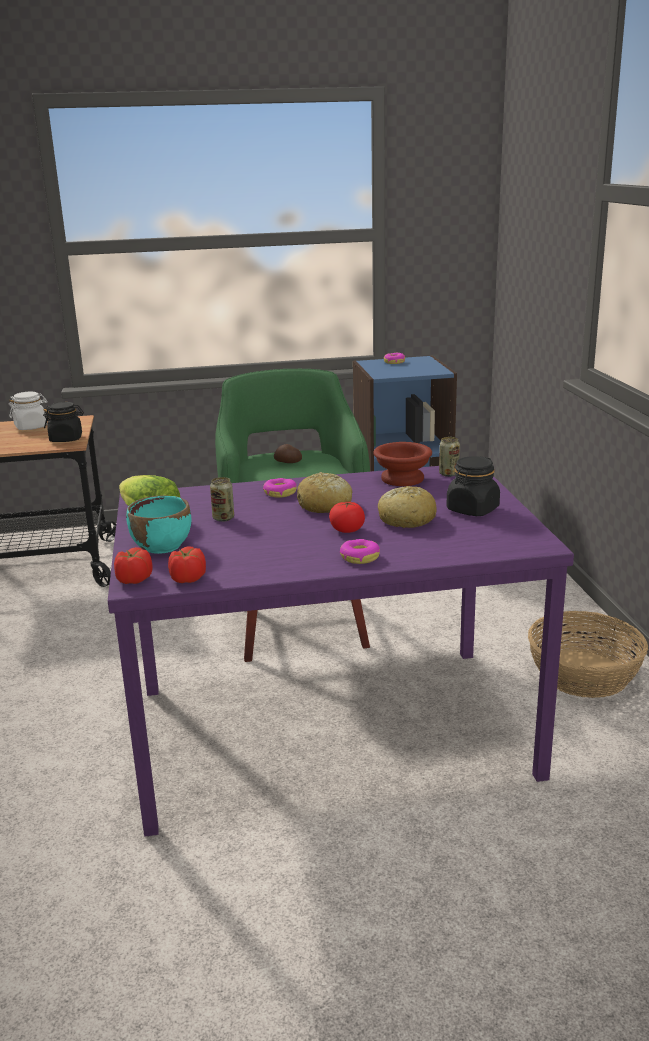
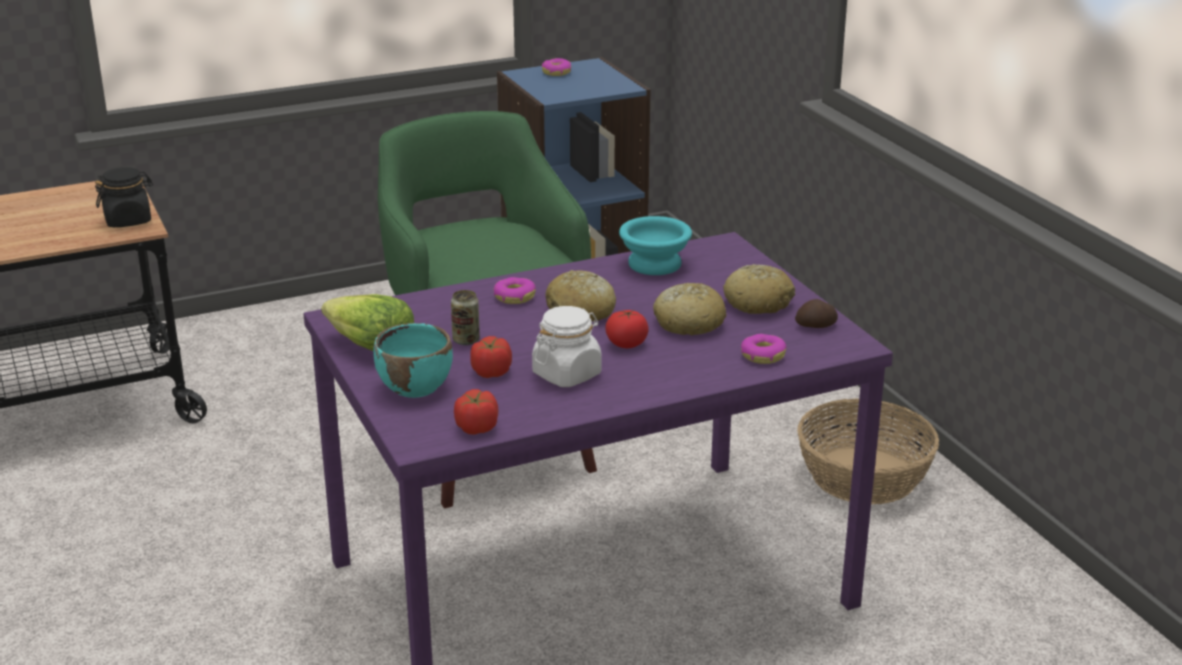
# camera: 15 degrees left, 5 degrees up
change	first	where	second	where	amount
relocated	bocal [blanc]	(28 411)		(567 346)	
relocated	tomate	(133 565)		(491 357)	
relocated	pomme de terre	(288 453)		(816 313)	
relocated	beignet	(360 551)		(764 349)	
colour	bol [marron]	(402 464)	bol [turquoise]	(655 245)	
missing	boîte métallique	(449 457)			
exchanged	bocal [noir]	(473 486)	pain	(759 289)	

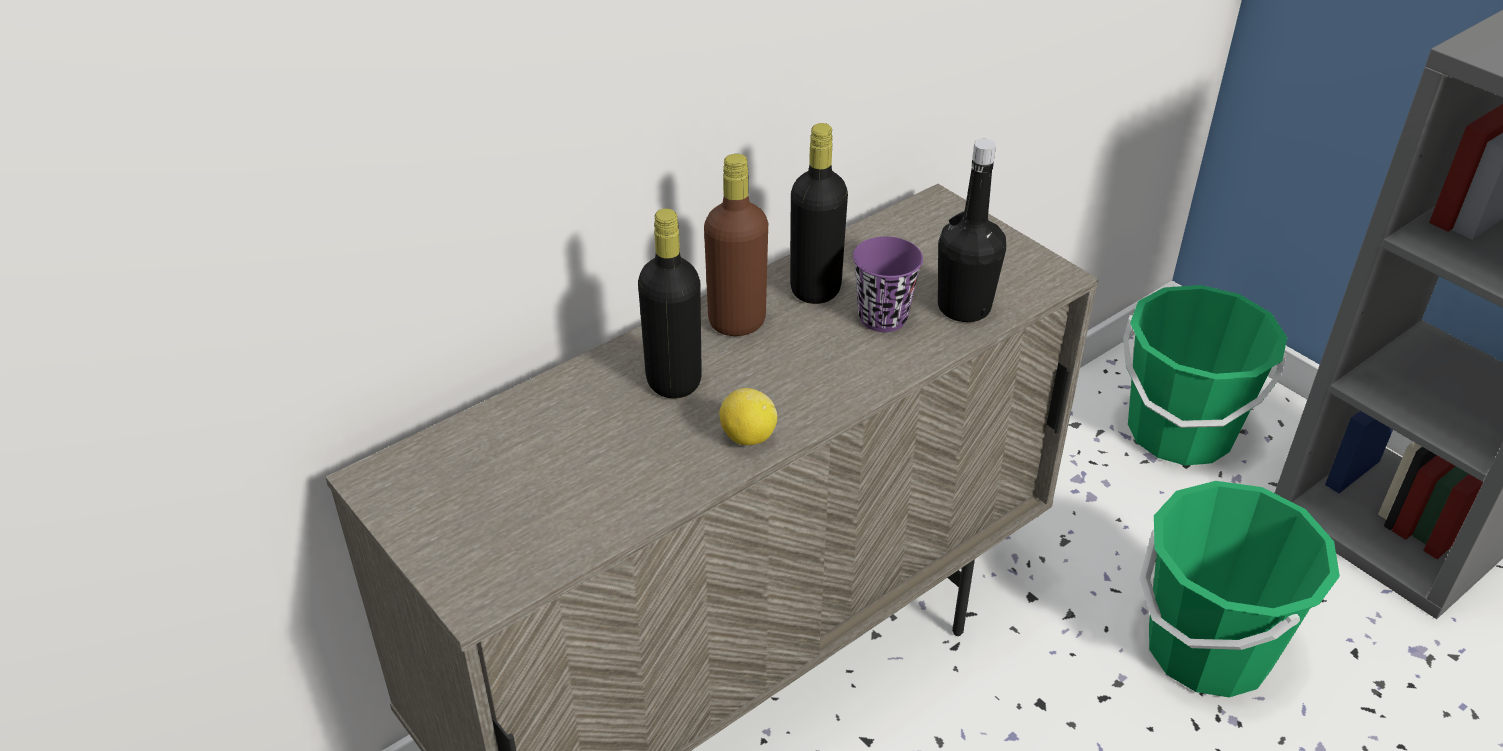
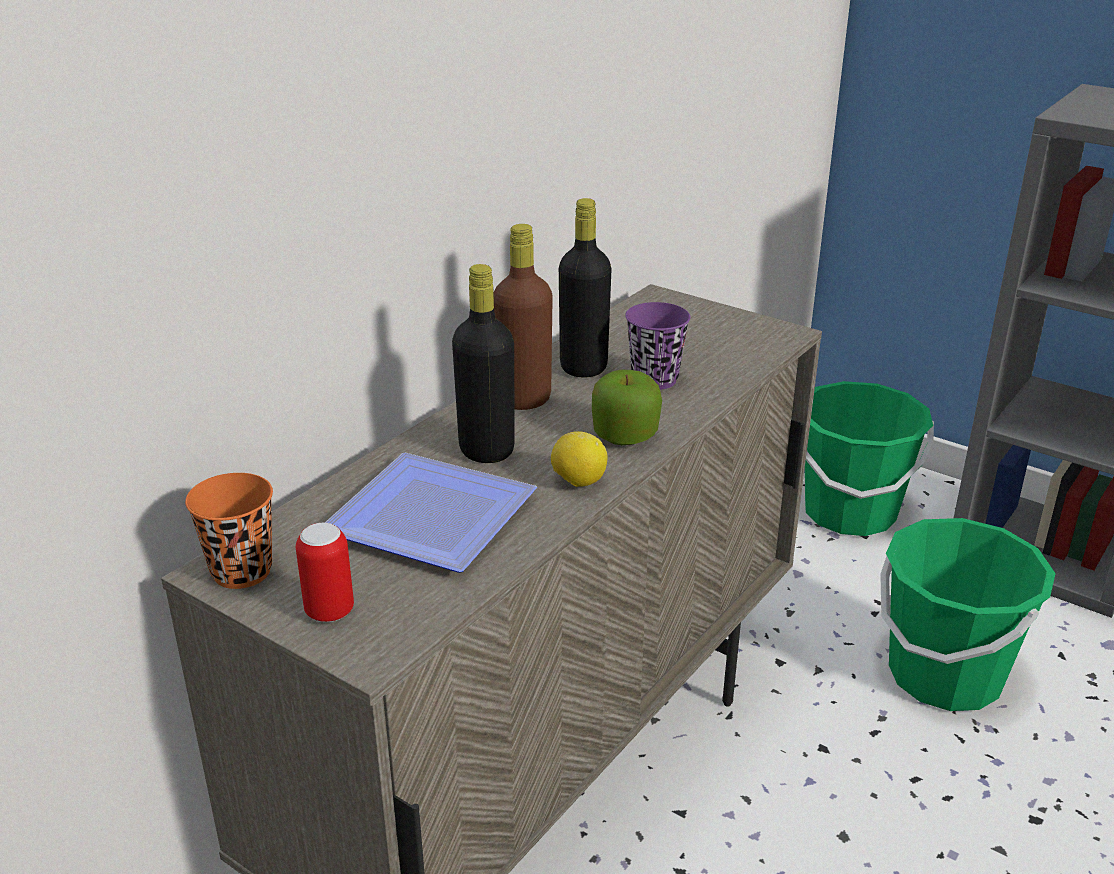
# camera: 15 degrees left, 10 degrees down
change	first	where	second	where	amount
missing	bouteille [noir]	(972 230)			
appeared			tasse [orange]	(229 531)	
appeared			boîte métallique	(325 572)	
appeared			assiette	(431 513)	
appeared			pomme	(627 407)	

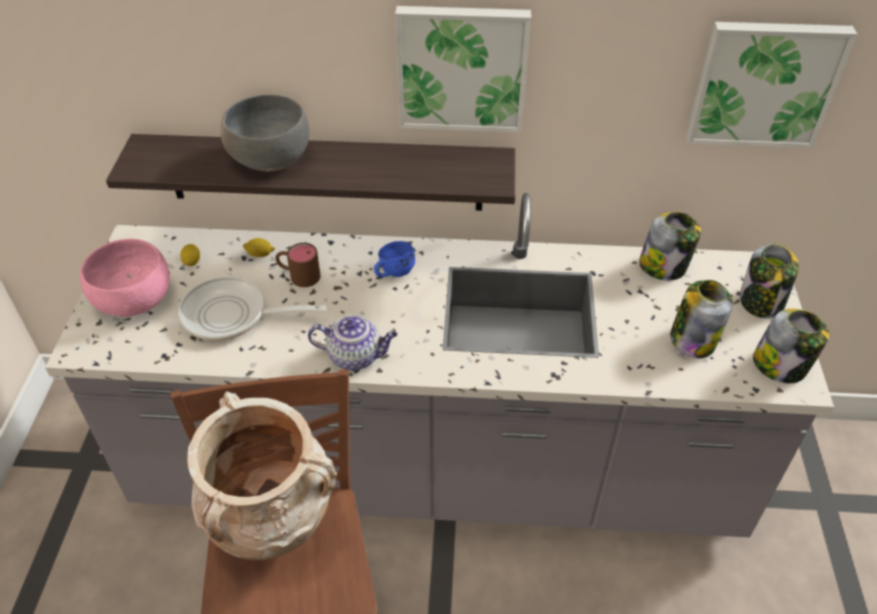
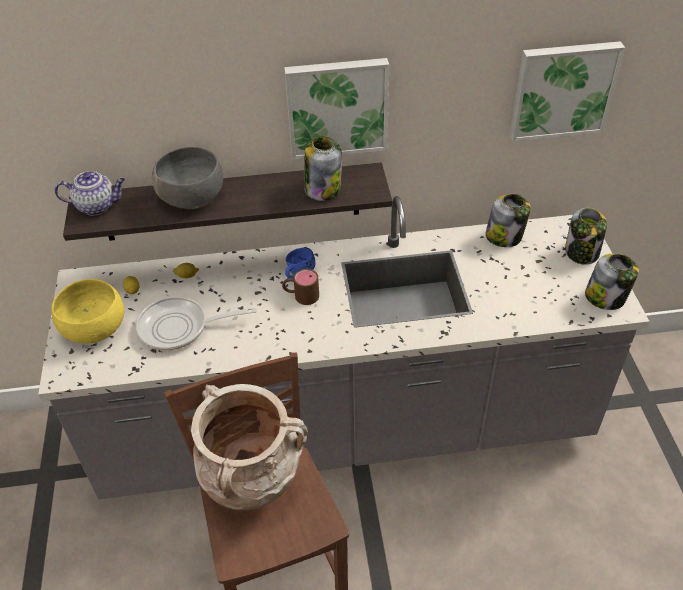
# camera: 10 degrees left, 0 degrees up
change	first	where	second	where	amount
colour	bol [rose]	(125 278)	bol [jaune]	(87 311)	
relocated	mug [marron]	(298 265)		(300 287)	
relocated	théière	(353 342)		(90 193)	
relocated	bocal	(701 319)		(323 169)	

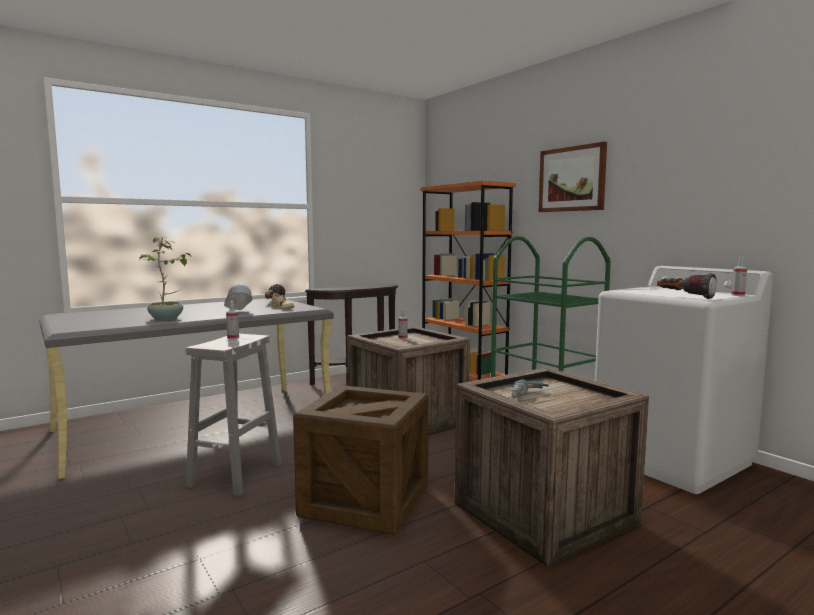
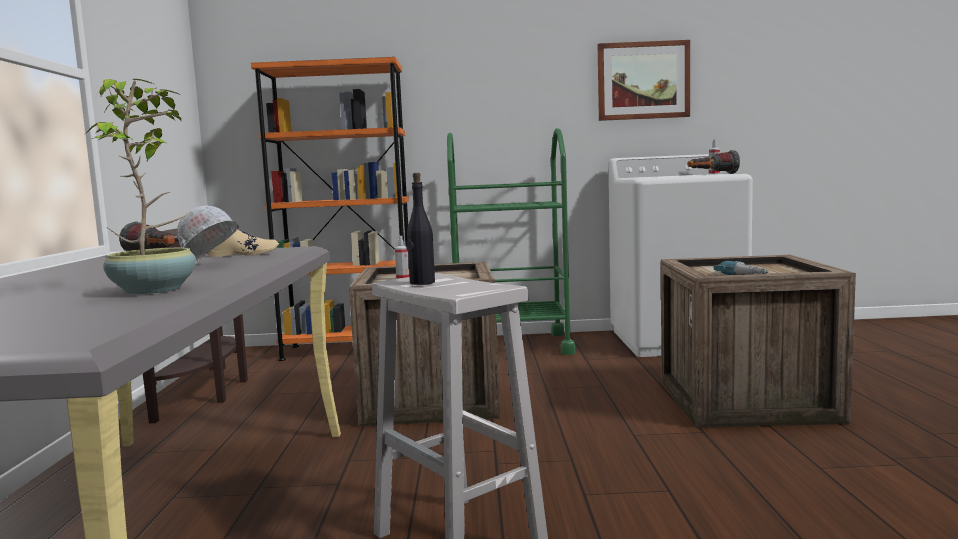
# camera: 55 degrees left, 0 degrees up
change	first	where	second	where	amount
exchanged	vaporisateur	(232 320)	bouteille [noir]	(421 229)	
missing	caisse	(361 460)			
relocated	tableau	(573 177)		(644 80)	

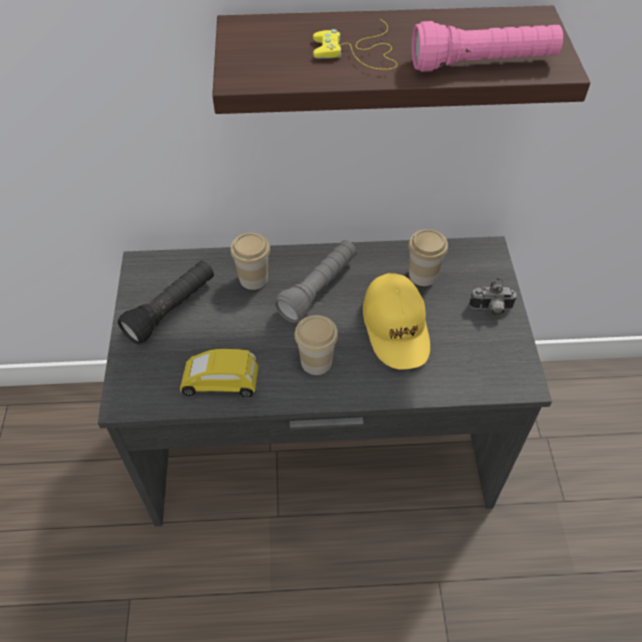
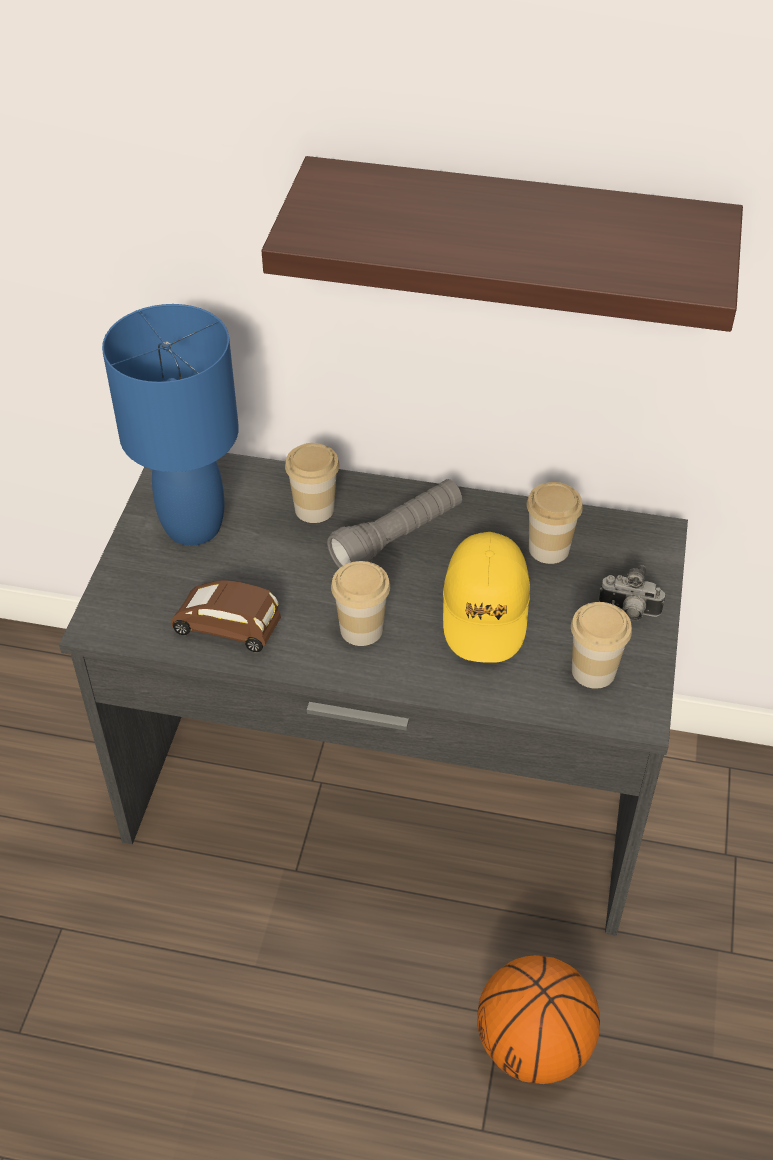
# camera: 15 degrees right, 5 degrees down
change	first	where	second	where	amount
exchanged	lampe de poche [noir]	(165 302)	lampe de table [bleu]	(170 425)	
colour	petite voiture [jaune]	(219 372)	petite voiture [marron]	(226 616)	
missing	manette [jaune]	(355 44)			
missing	lampe de poche [rose]	(487 46)			
appeared			ballon de basket	(538 1019)	
appeared			tasse	(601 645)	

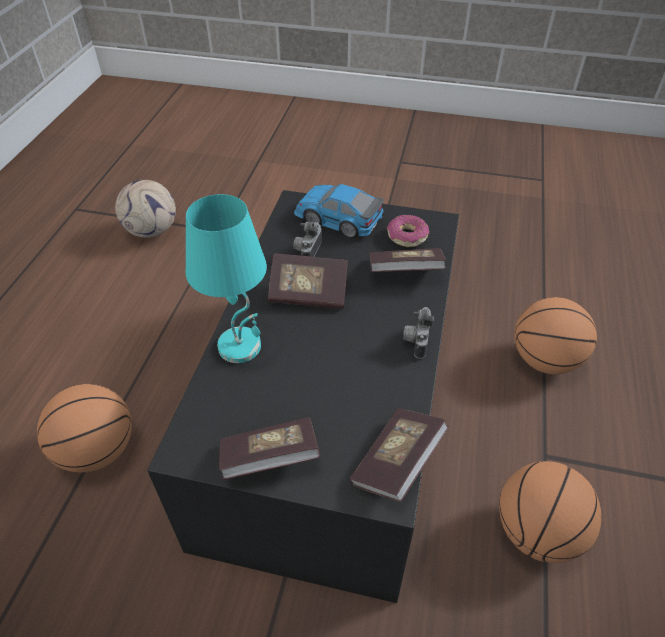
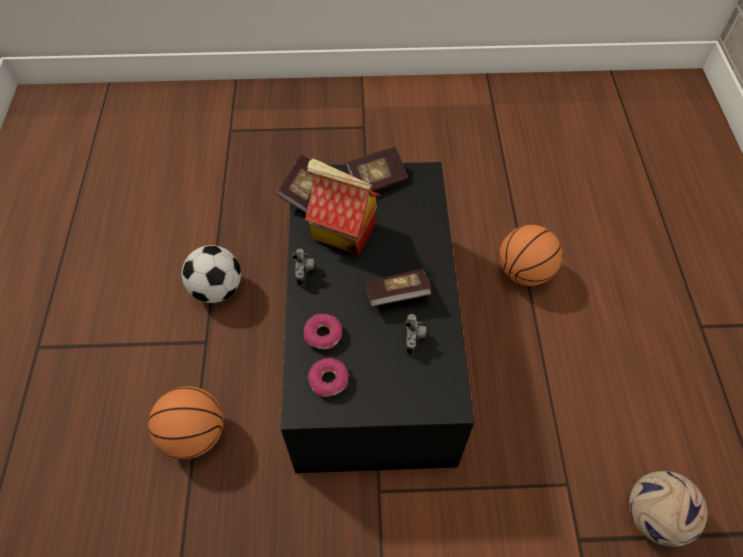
# camera: 165 degrees right, 10 degrees up
change	first	where	second	where	amount
missing	lampe de table [turquoise]	(226 278)			
missing	petite voiture	(339 211)			
exchanged	livre	(408 260)	beignet	(322 331)	
exchanged	ballon de basket	(550 512)	ballon de foot	(211 274)	
appeared			maison miniature	(343 207)	

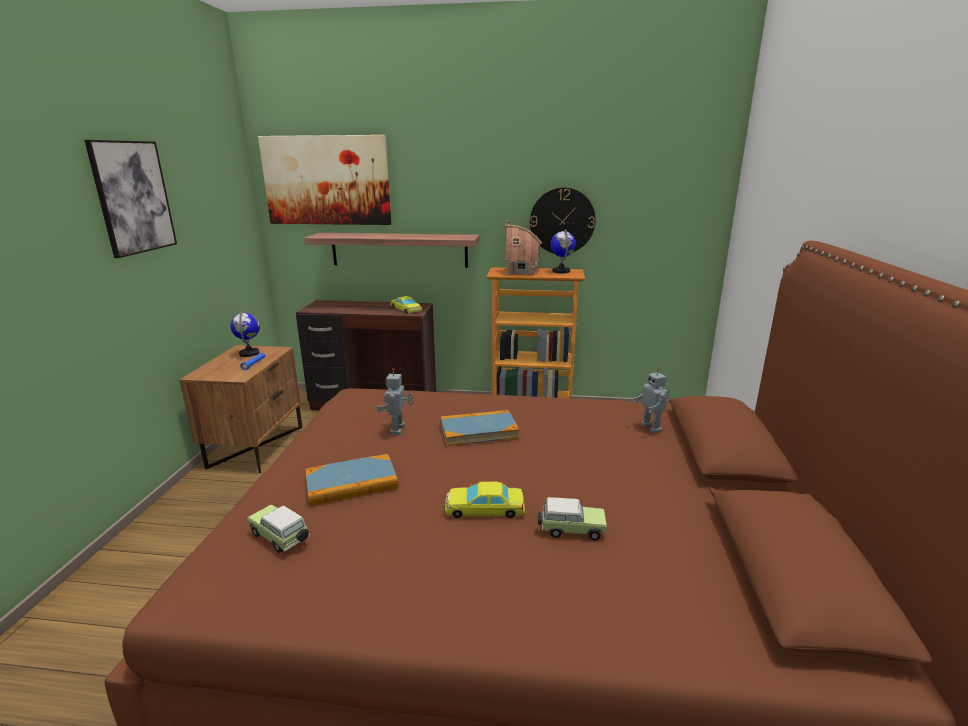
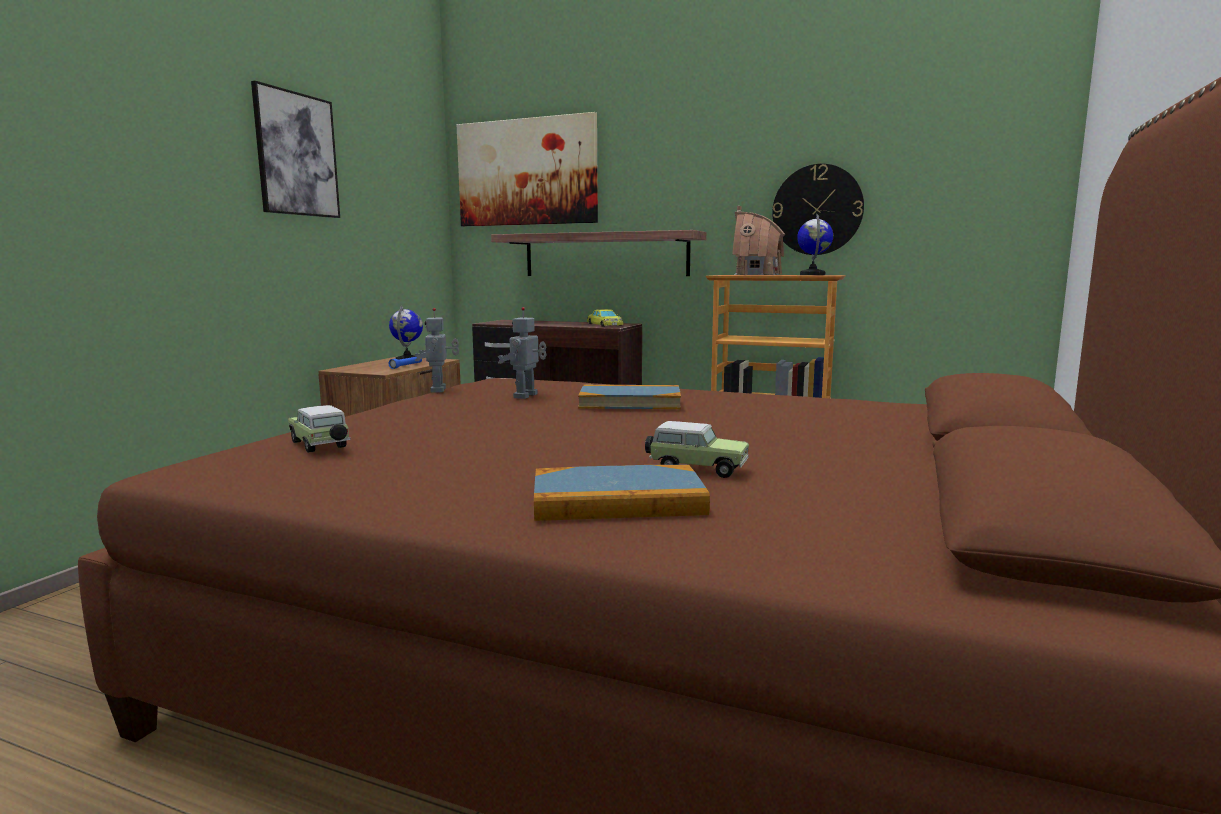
# camera: 15 degrees right, 10 degrees down
change	first	where	second	where	amount
relocated	livre	(352 480)		(622 493)	
missing	petite voiture [jaune]	(485 499)			
relocated	robot jouet	(651 400)		(437 350)	

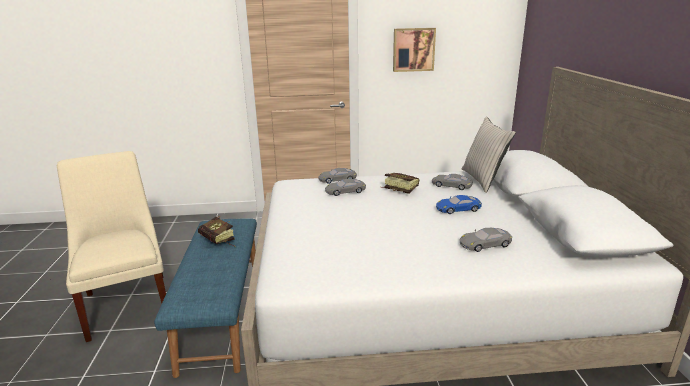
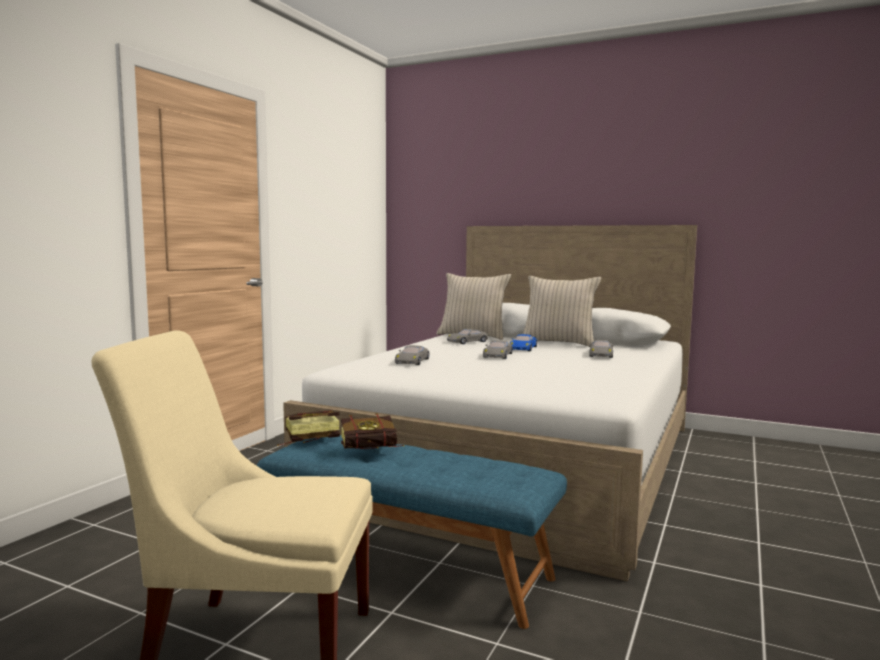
# camera: 60 degrees left, 15 degrees down
change	first	where	second	where	amount
relocated	petite voiture [gris]	(337 176)		(498 349)	
relocated	livre	(399 183)		(308 428)	
missing	tableau	(414 50)			
appeared			coussin [beige]	(561 311)	

